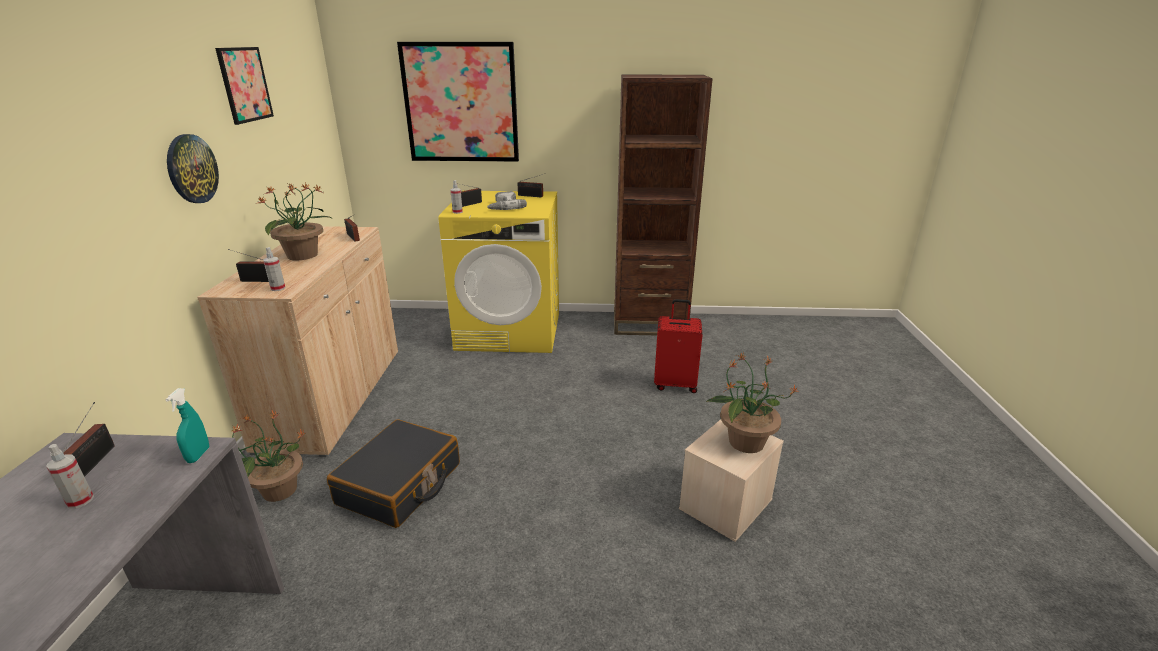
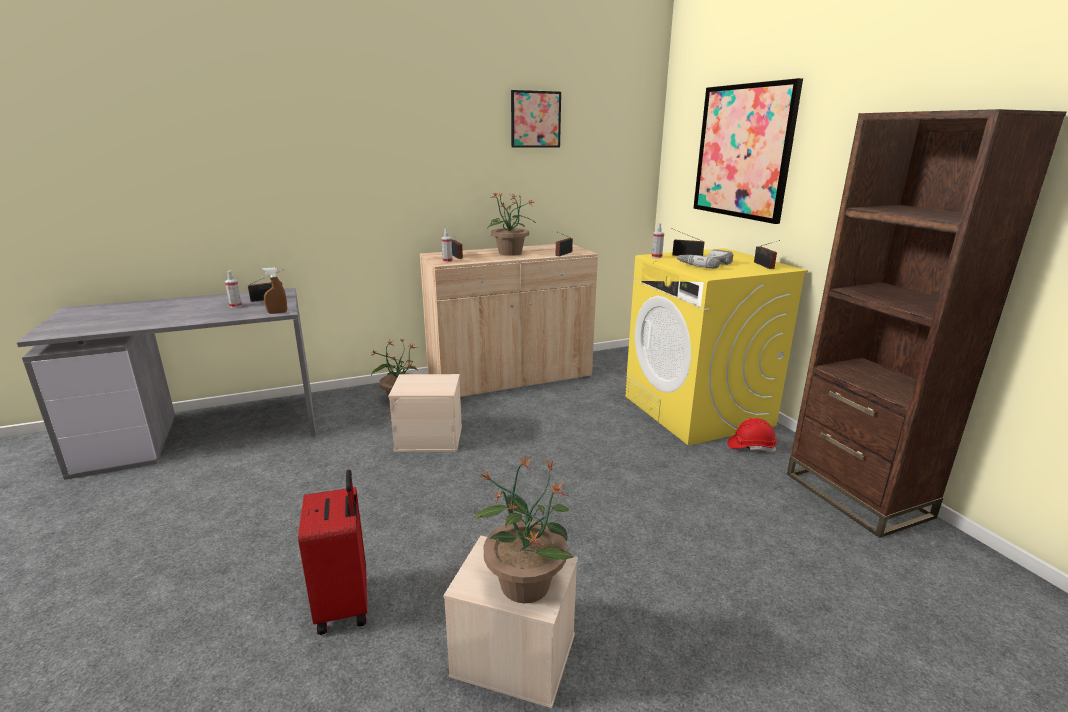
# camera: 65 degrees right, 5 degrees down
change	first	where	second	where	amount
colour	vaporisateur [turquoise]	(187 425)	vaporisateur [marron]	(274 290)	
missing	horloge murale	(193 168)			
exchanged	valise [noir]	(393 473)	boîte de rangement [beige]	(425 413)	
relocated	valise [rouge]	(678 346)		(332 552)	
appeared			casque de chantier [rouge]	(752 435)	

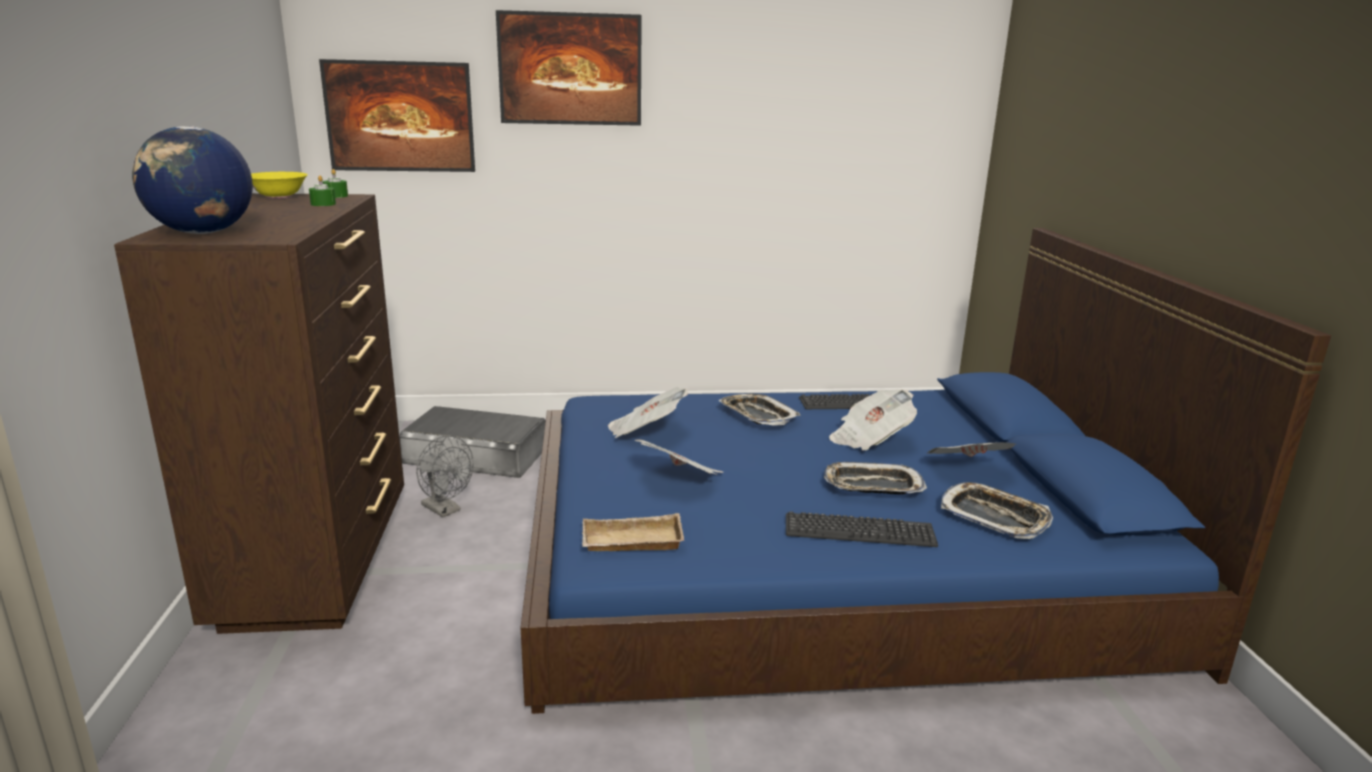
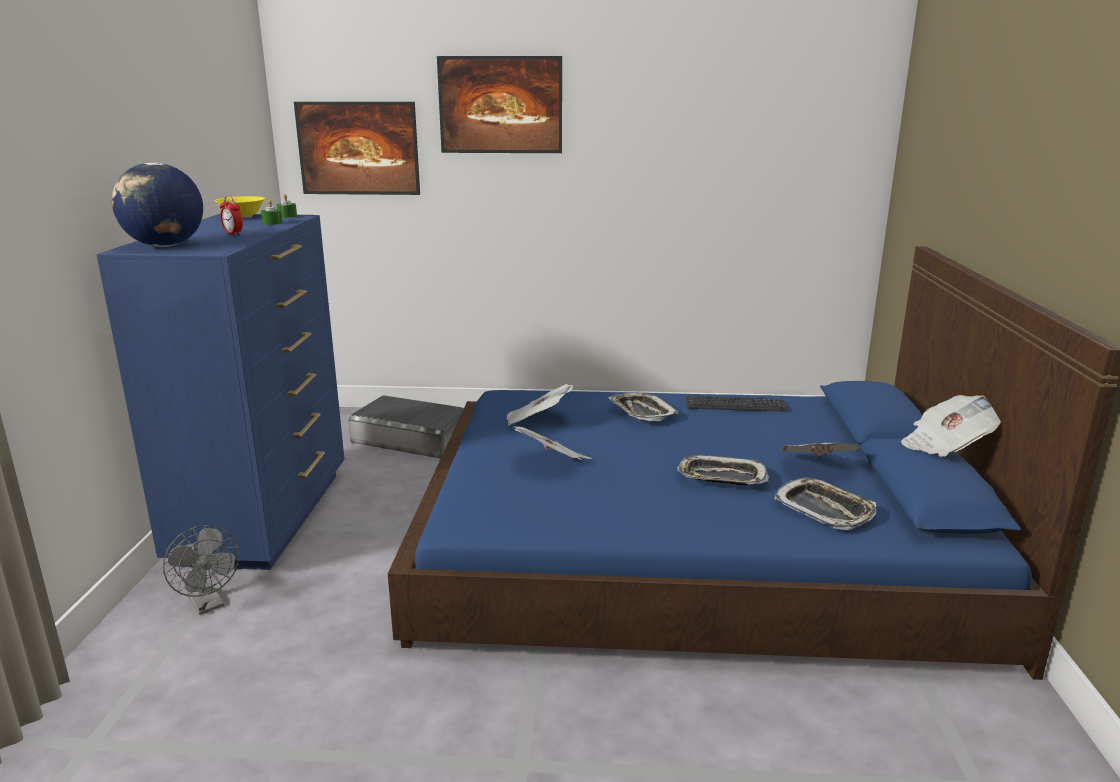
# camera: 10 degrees right, 0 degrees up
change	first	where	second	where	amount
colour	commode [marron]	(259 413)	commode [bleu]	(220 392)	
relocated	ventilateur [gris]	(445 476)		(201 570)	
missing	plateau [beige]	(633 532)			
missing	clavier	(862 529)			
relocated	journal	(873 419)		(951 426)	
appeared			réveil	(231 215)	

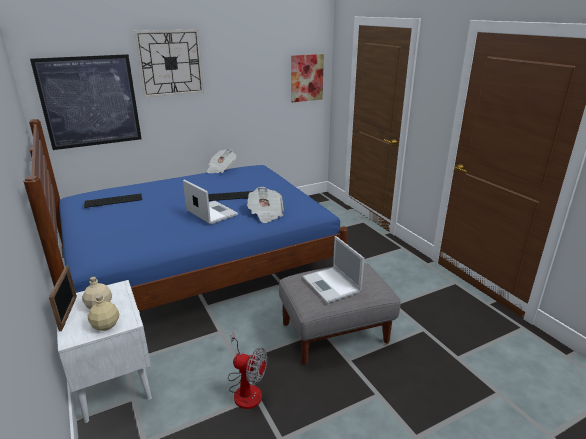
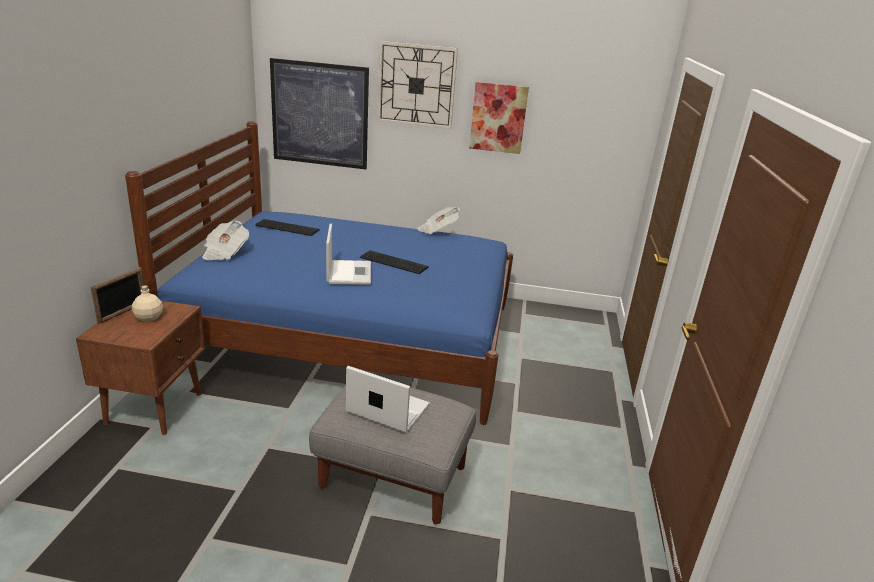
# camera: 35 degrees right, 0 degrees up
change	first	where	second	where	amount
colour	table de chevet [blanc]	(104 351)	table de chevet [marron]	(140 368)	
missing	bouteille [beige]	(103 313)			
missing	ventilateur	(247 370)			
relocated	journal	(265 205)		(225 240)	
relocated	tableau	(307 78)		(499 118)	
spun	ordinateur portable	(333 269)		(388 399)	105 degrees clockwise

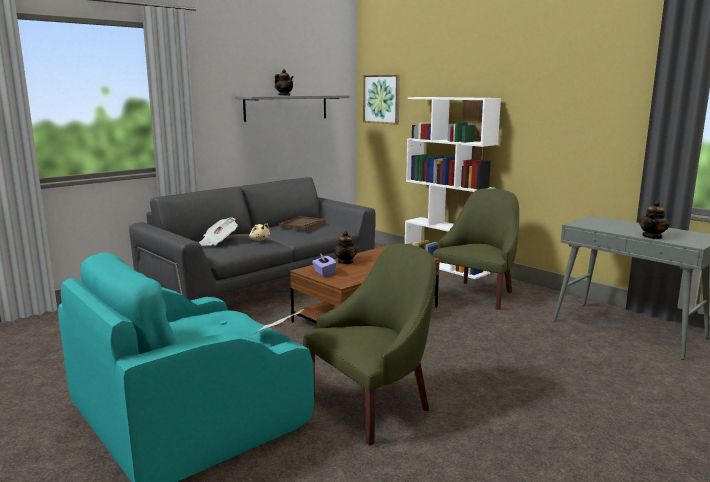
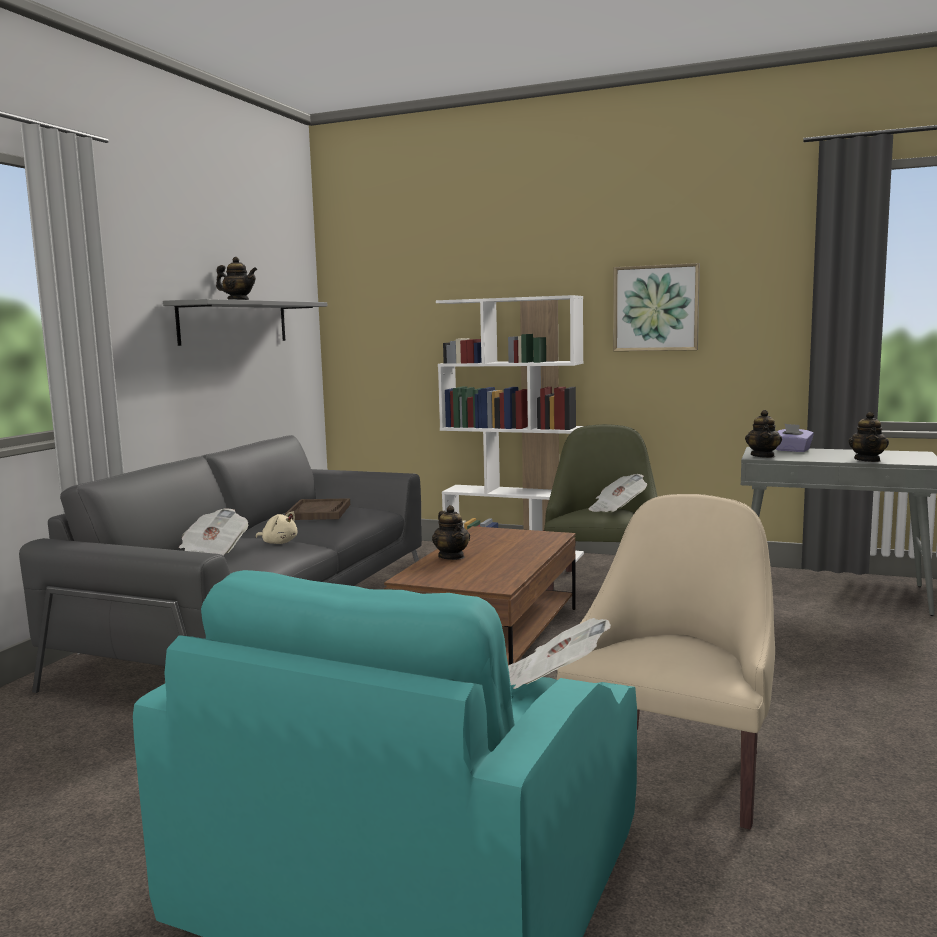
# camera: 25 degrees left, 5 degrees down
change	first	where	second	where	amount
colour	fauteuil [vert]	(369 344)	fauteuil [beige]	(666 661)	
relocated	boîte à mouchoirs [violet]	(324 265)		(795 438)	
relocated	tableau	(381 100)		(656 307)	
appeared			journal	(617 493)	
appeared			théière	(763 434)	

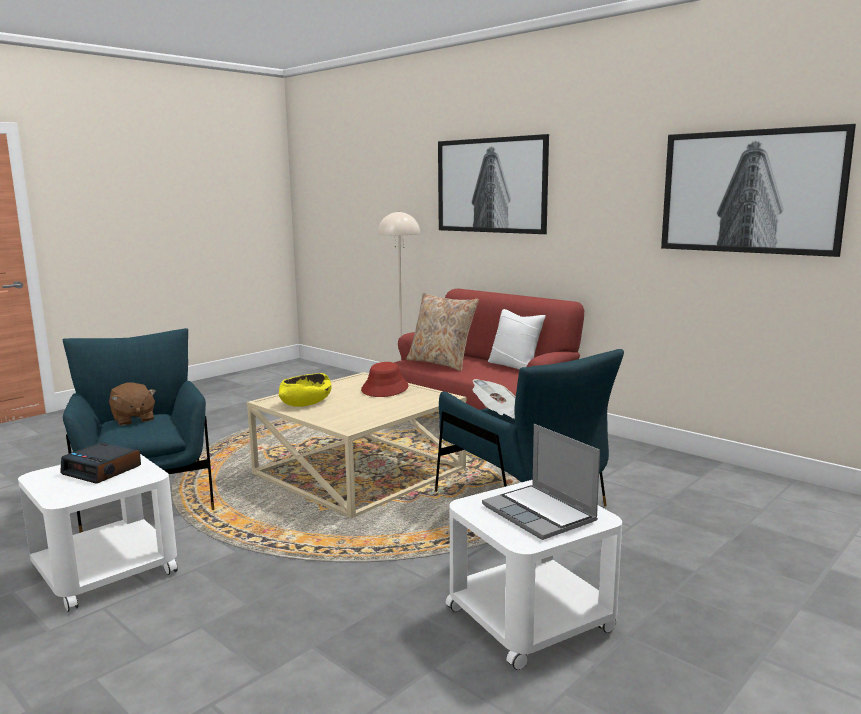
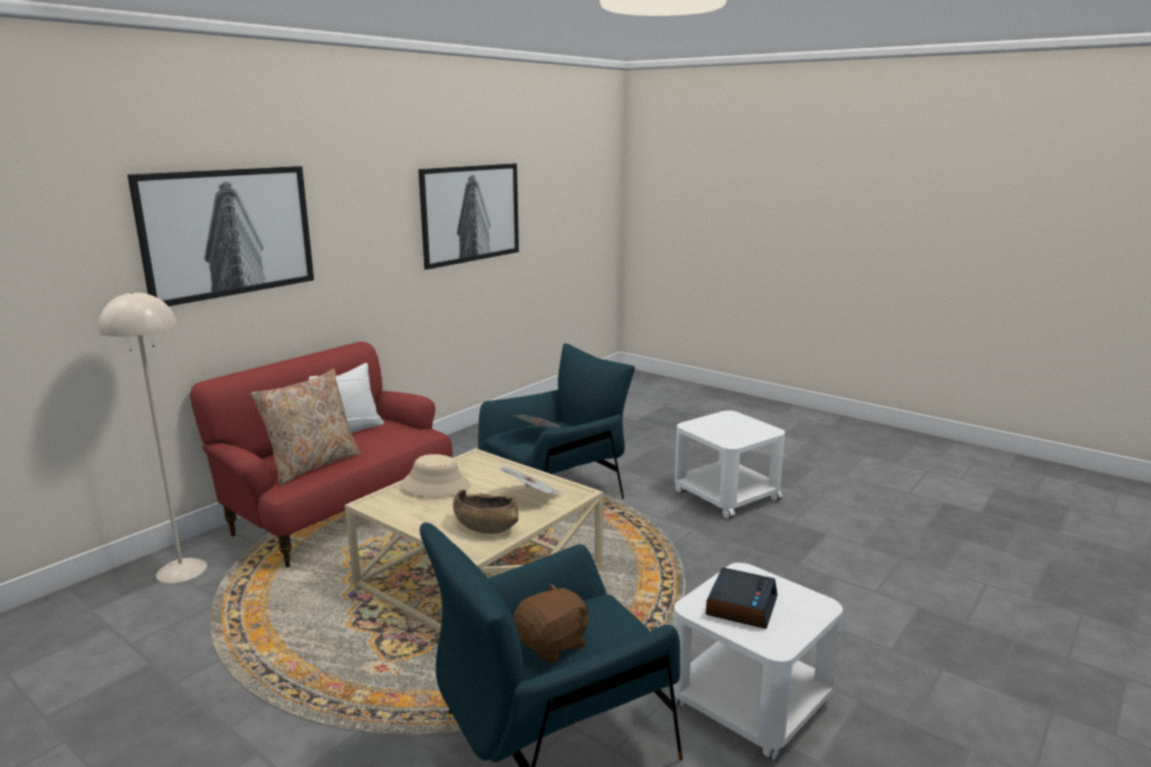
# camera: 95 degrees left, 5 degrees up
change	first	where	second	where	amount
colour	bol [jaune]	(305 390)	bol [marron]	(485 511)	
colour	chapeau [rouge]	(385 379)	chapeau [beige]	(436 475)	
missing	ordinateur portable	(541 482)			
appeared			journal	(531 481)	

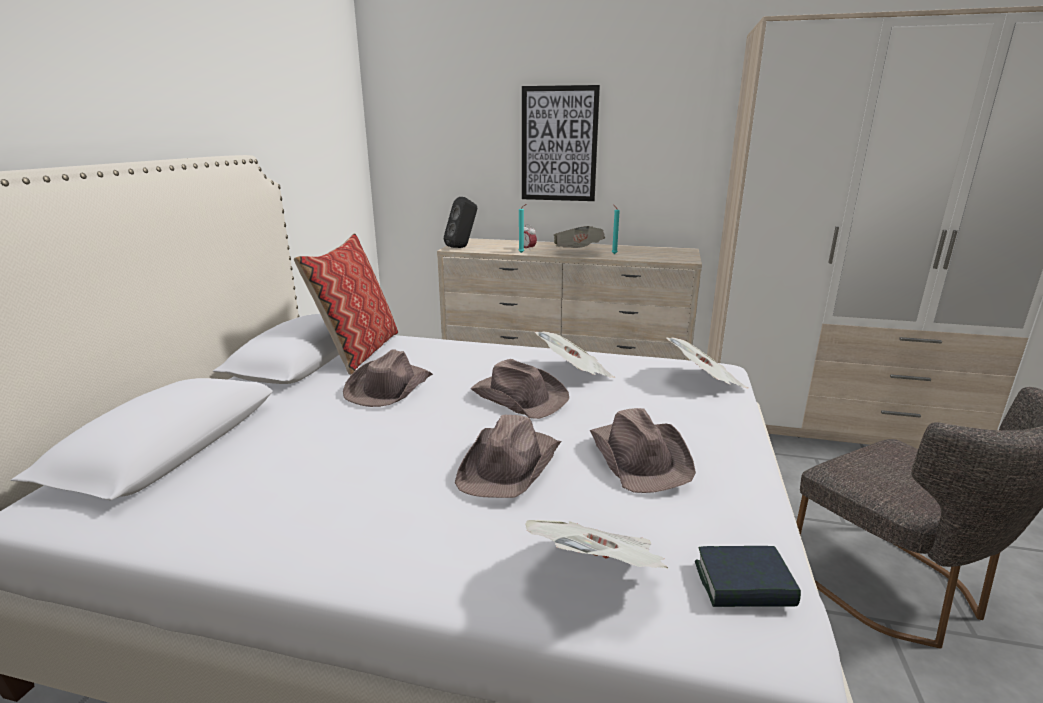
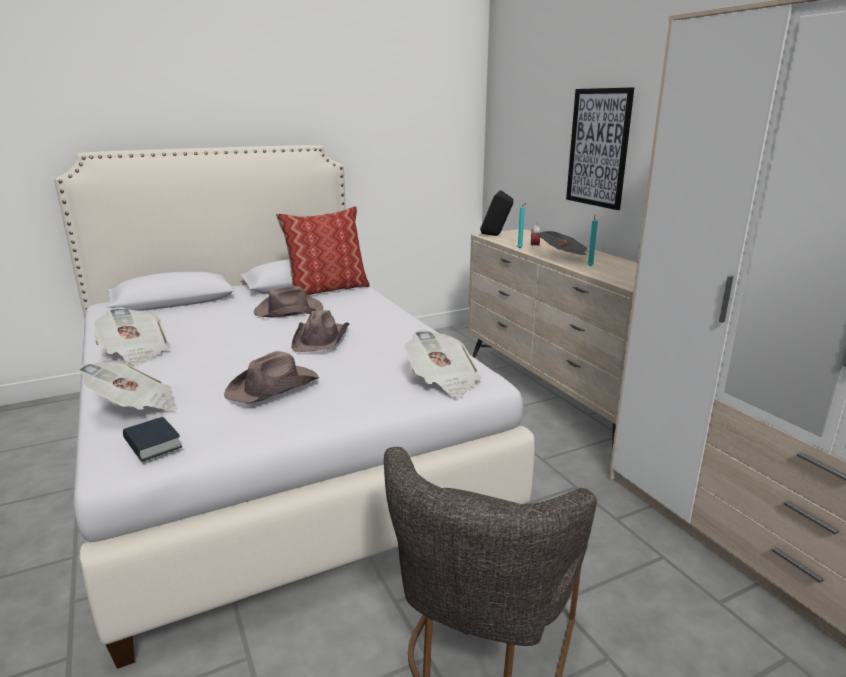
# camera: 50 degrees right, 0 degrees up
change	first	where	second	where	amount
missing	chapeau [marron]	(508 456)			
relocated	journal	(575 355)		(131 336)	

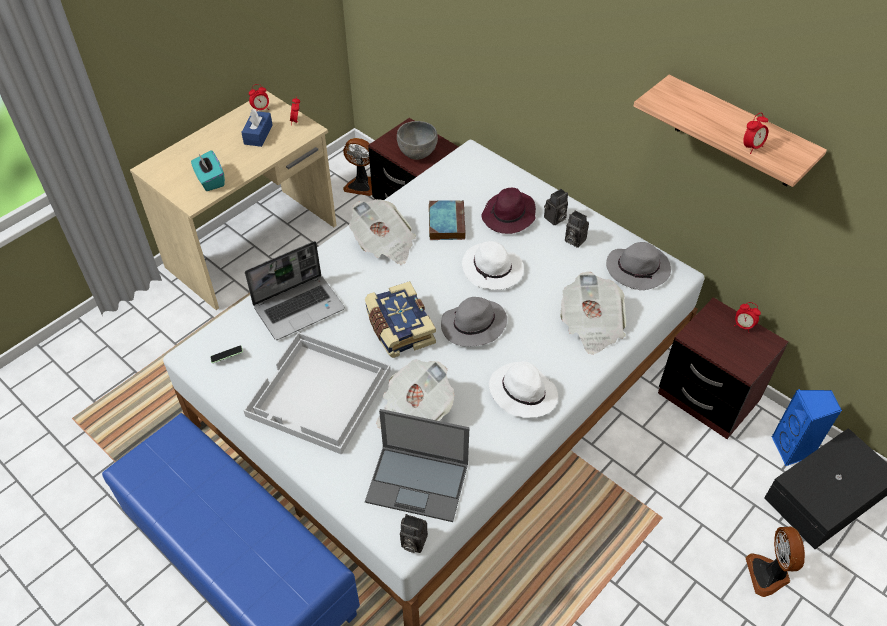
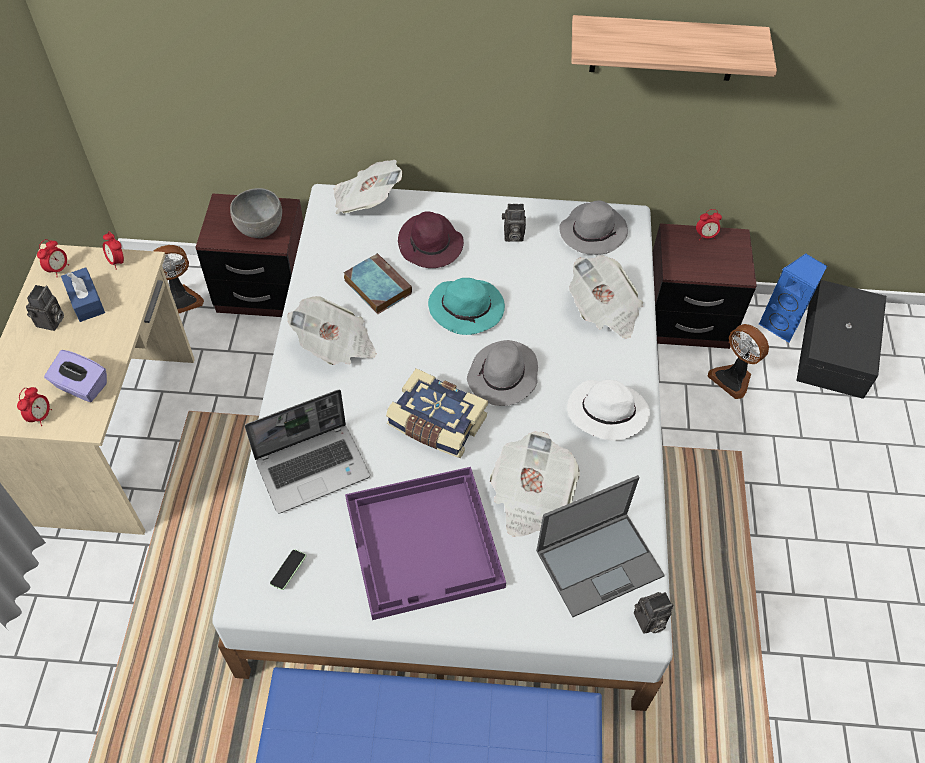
# camera: 40 degrees left, 5 degrees up
change	first	where	second	where	amount
colour	boîte à mouchoirs [turquoise]	(208 170)	boîte à mouchoirs [violet]	(75 376)	
colour	plateau [blanc]	(317 393)	plateau [violet]	(425 543)	
spun	ordinateur portable	(295 290)		(307 452)	45 degrees clockwise
colour	chapeau [blanc]	(493 265)	chapeau [turquoise]	(466 306)	
relocated	appareil photo	(556 207)		(45 308)	
relocated	réveil	(755 133)		(34 406)	
relocated	ventilateur	(775 562)		(738 361)	
appeared			journal	(368 187)	

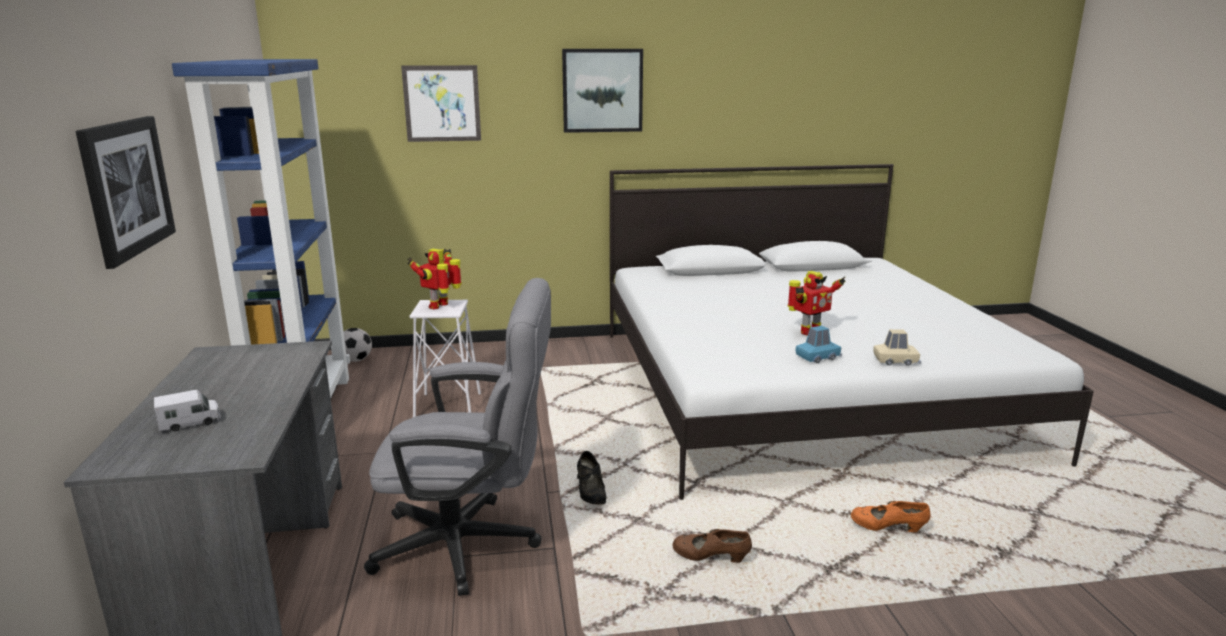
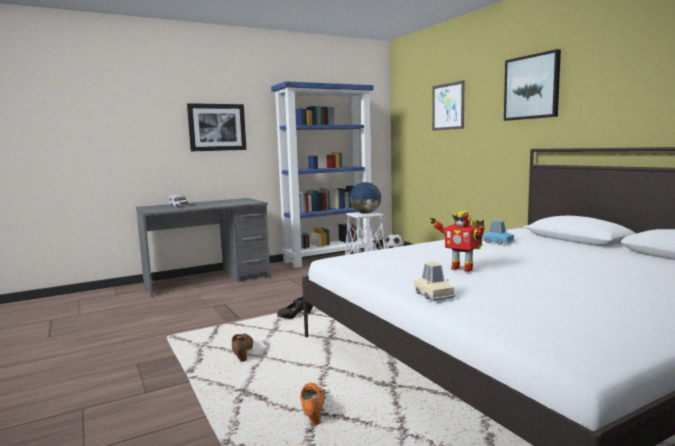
# camera: 70 degrees right, 10 degrees down
change	first	where	second	where	amount
missing	chaise de bureau [gris]	(457 437)			
exchanged	robot jouet	(434 279)	globe	(365 198)	
relocated	petite voiture [bleu]	(818 344)		(498 233)	

